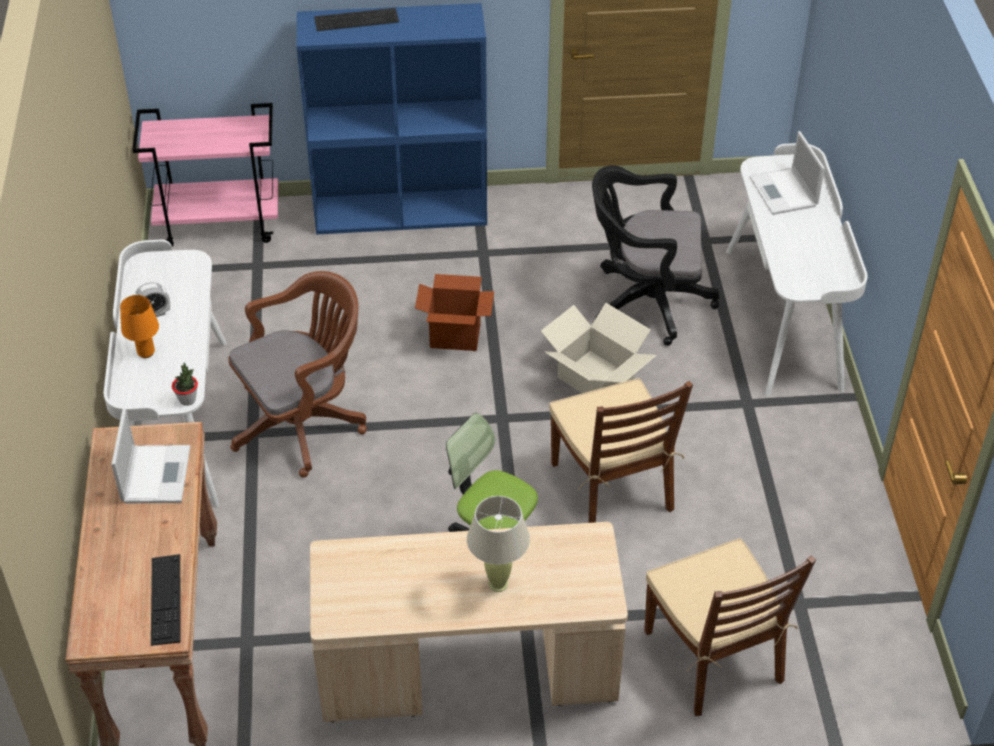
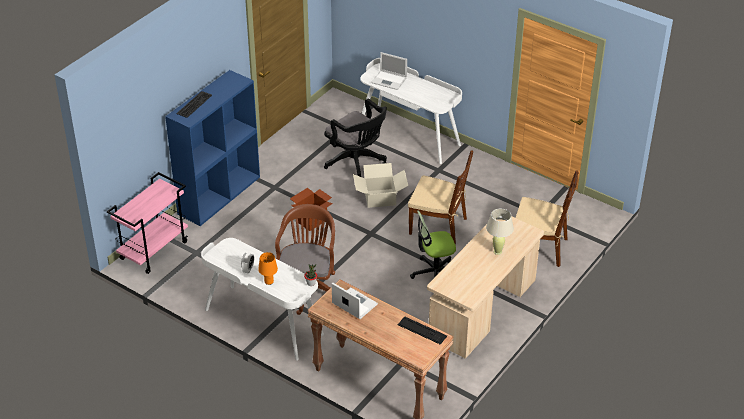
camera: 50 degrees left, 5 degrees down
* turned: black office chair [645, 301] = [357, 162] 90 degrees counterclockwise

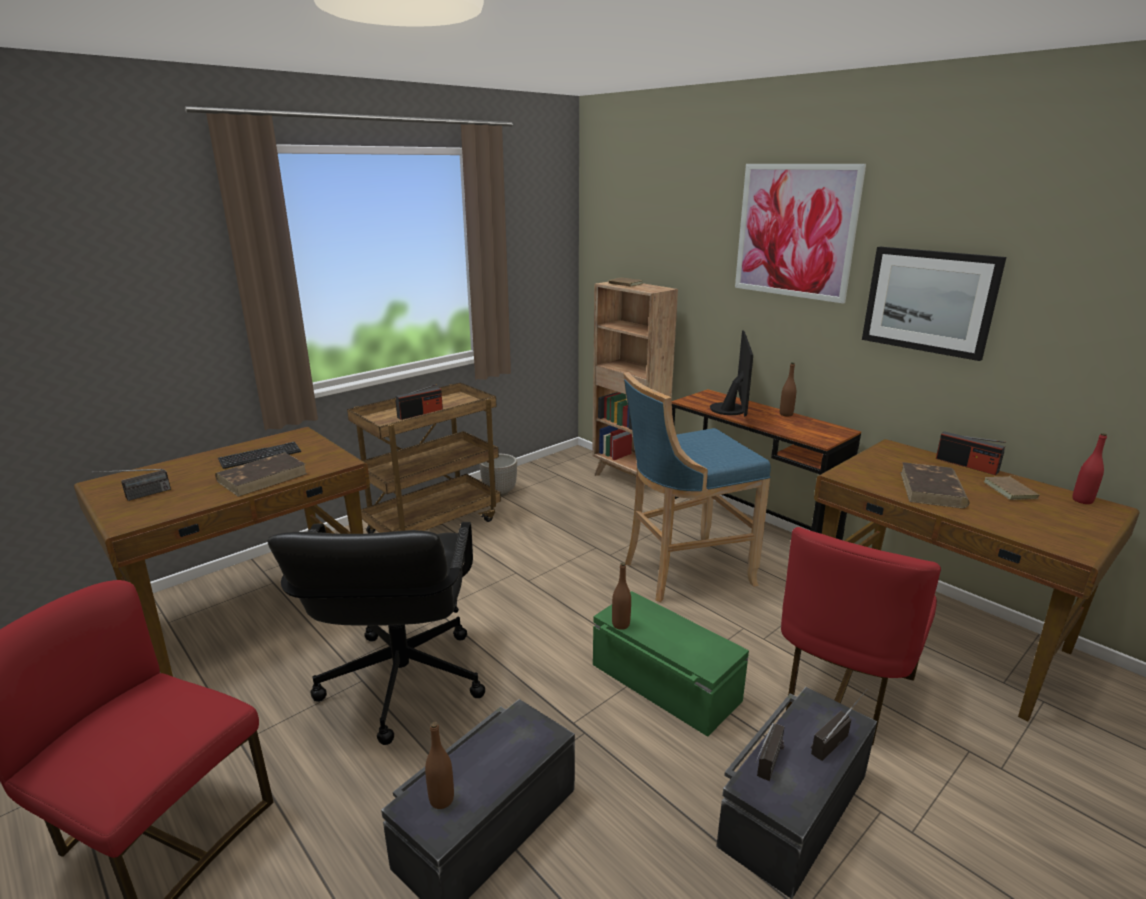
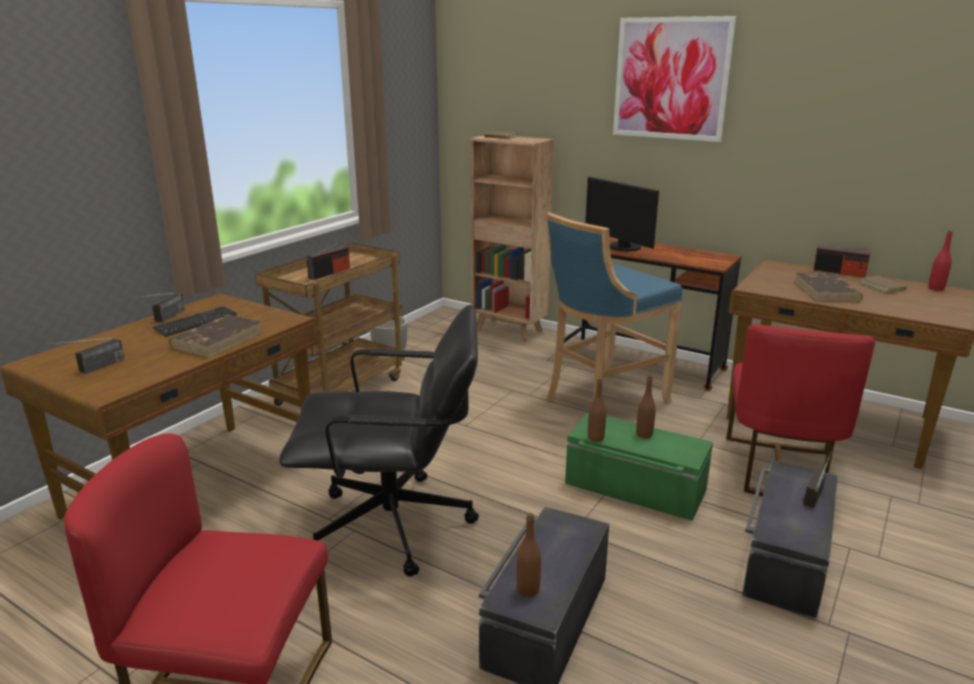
camera: 15 degrees left, 0 degrees up
* moved: radio [767, 771] to [165, 319]
* turned: black office chair [401, 682] = [394, 525] 75 degrees counterclockwise
* turned: monitor [731, 409] = [622, 247] 150 degrees clockwise
* moved: brown bottle [786, 414] to [644, 434]
* removed: picture [929, 301]

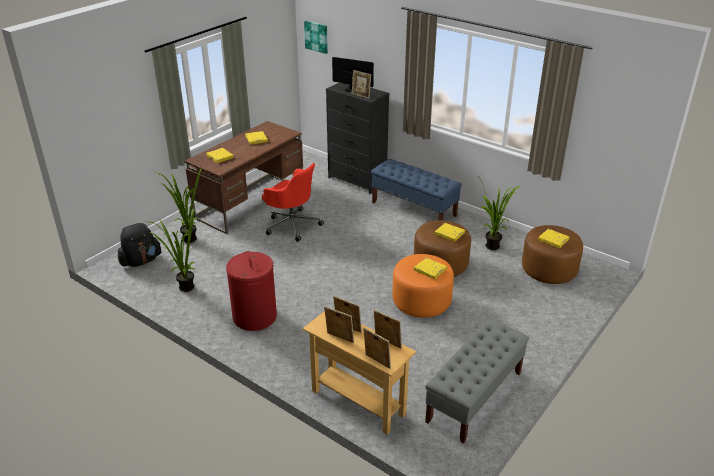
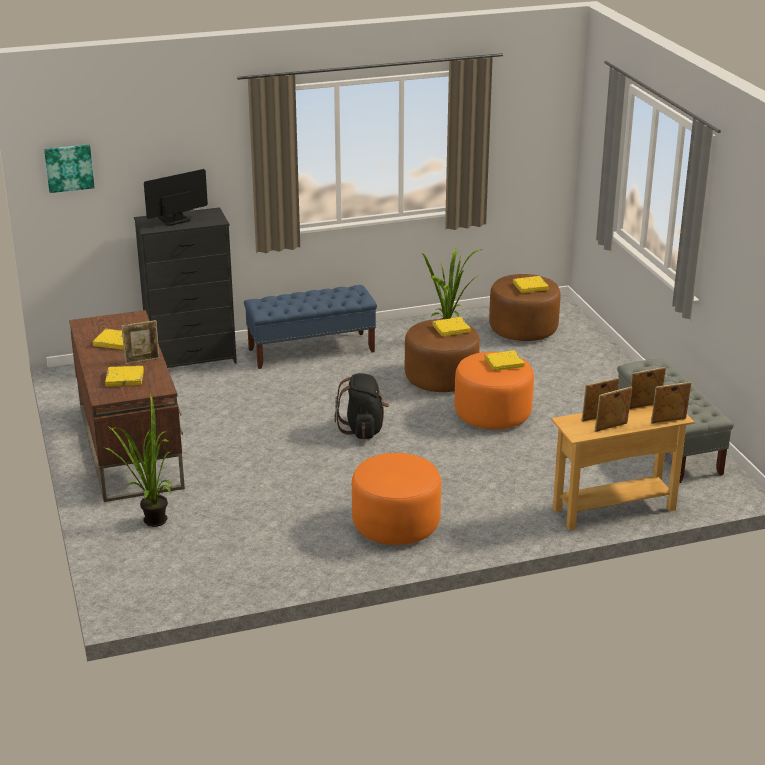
camera: 55 degrees left, 5 degrees down
* moved: picture frame [361, 96] to [142, 360]
* moved: black backpack [141, 261] to [363, 429]
* replaced: red laundry basket [255, 317] to orange ottoman [396, 524]
* removed: potted plant [183, 287]
* removed: red office chair [292, 224]

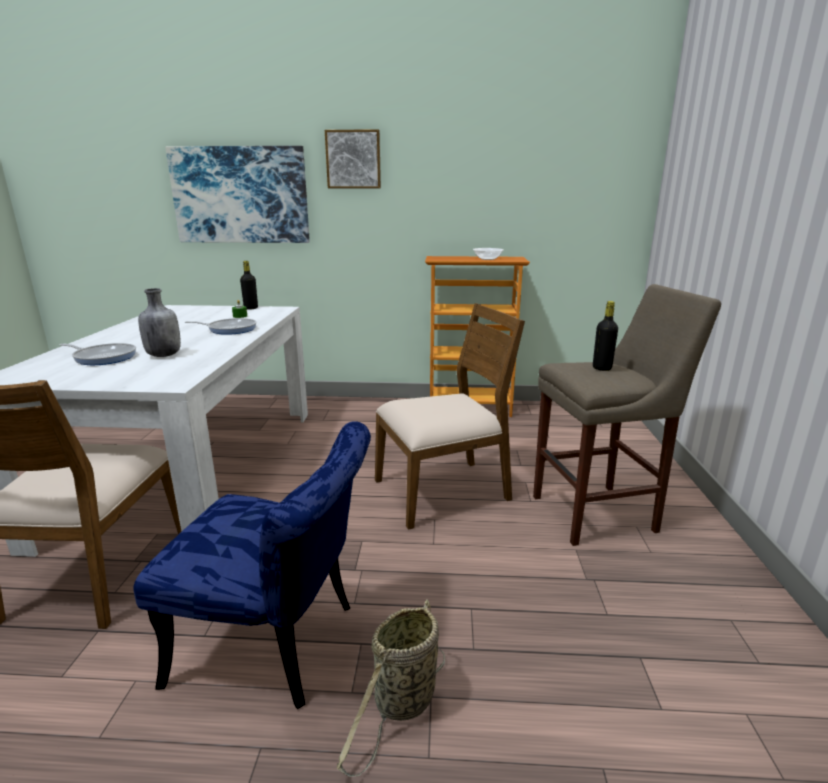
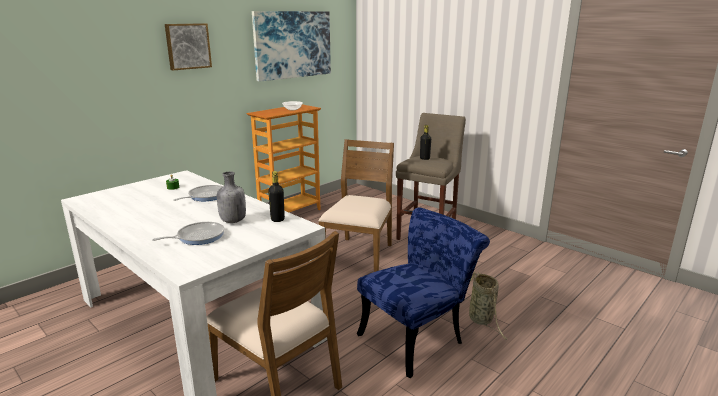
camera: 50 degrees left, 0 degrees up
* moved: picture [240, 195] to [293, 44]
* moved: black bottle [251, 308] to [277, 219]

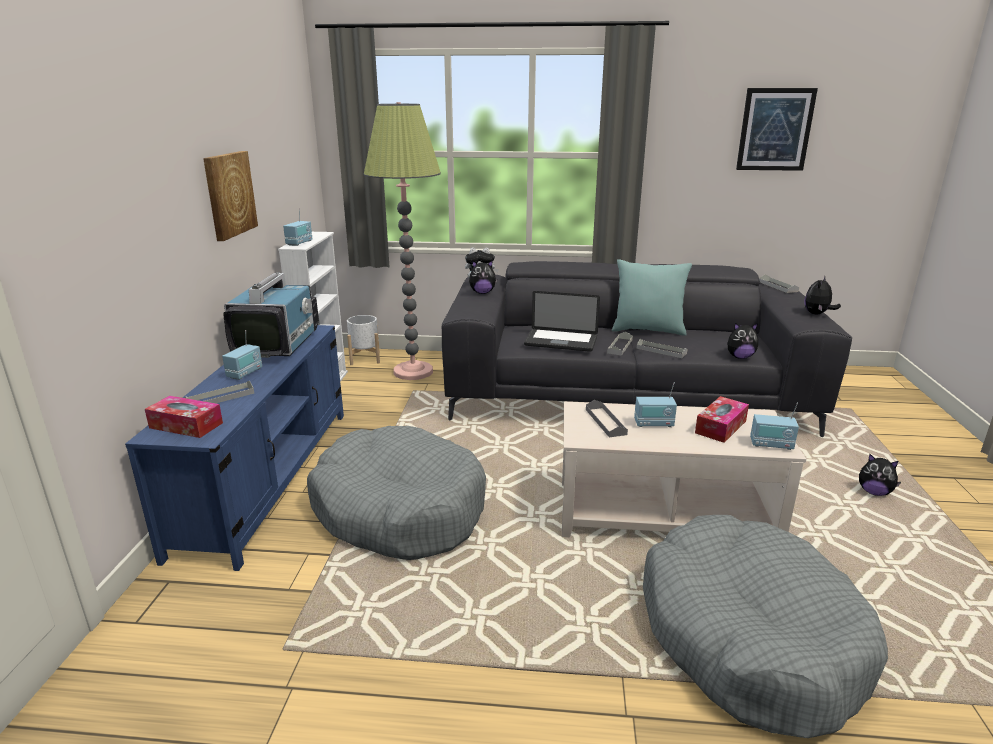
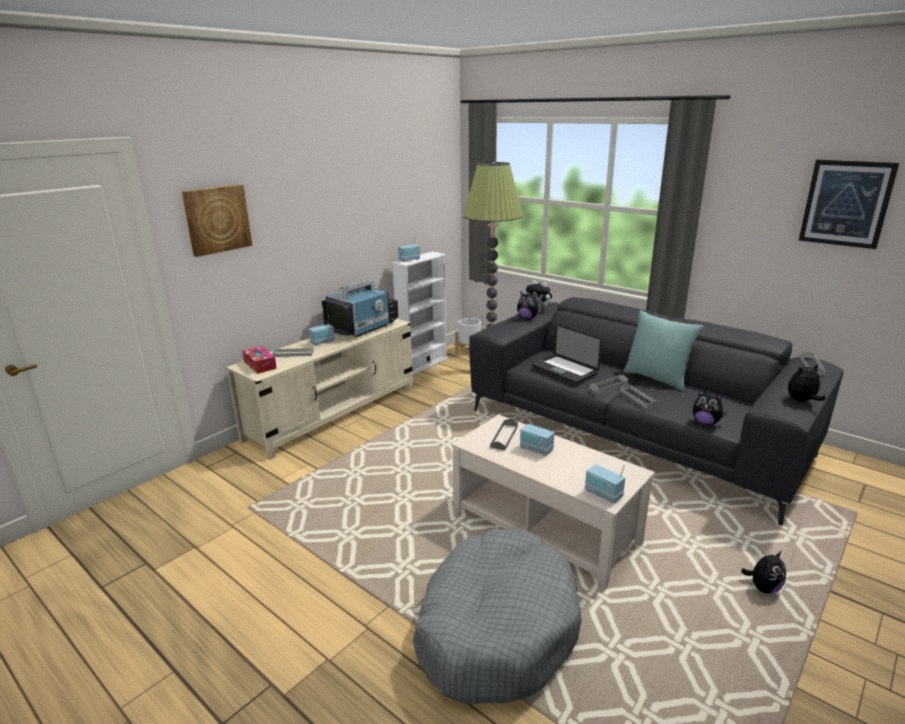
camera: 35 degrees right, 0 degrees up
* moved: picture [229, 194] to [217, 219]
* recoloured: blue tv stand [268, 476] to beige tv stand [334, 413]
* turned: plush toy [874, 492] = [763, 587] 105 degrees counterclockwise
* removed: grey dog bed [399, 509]
* removed: tissue box [720, 427]

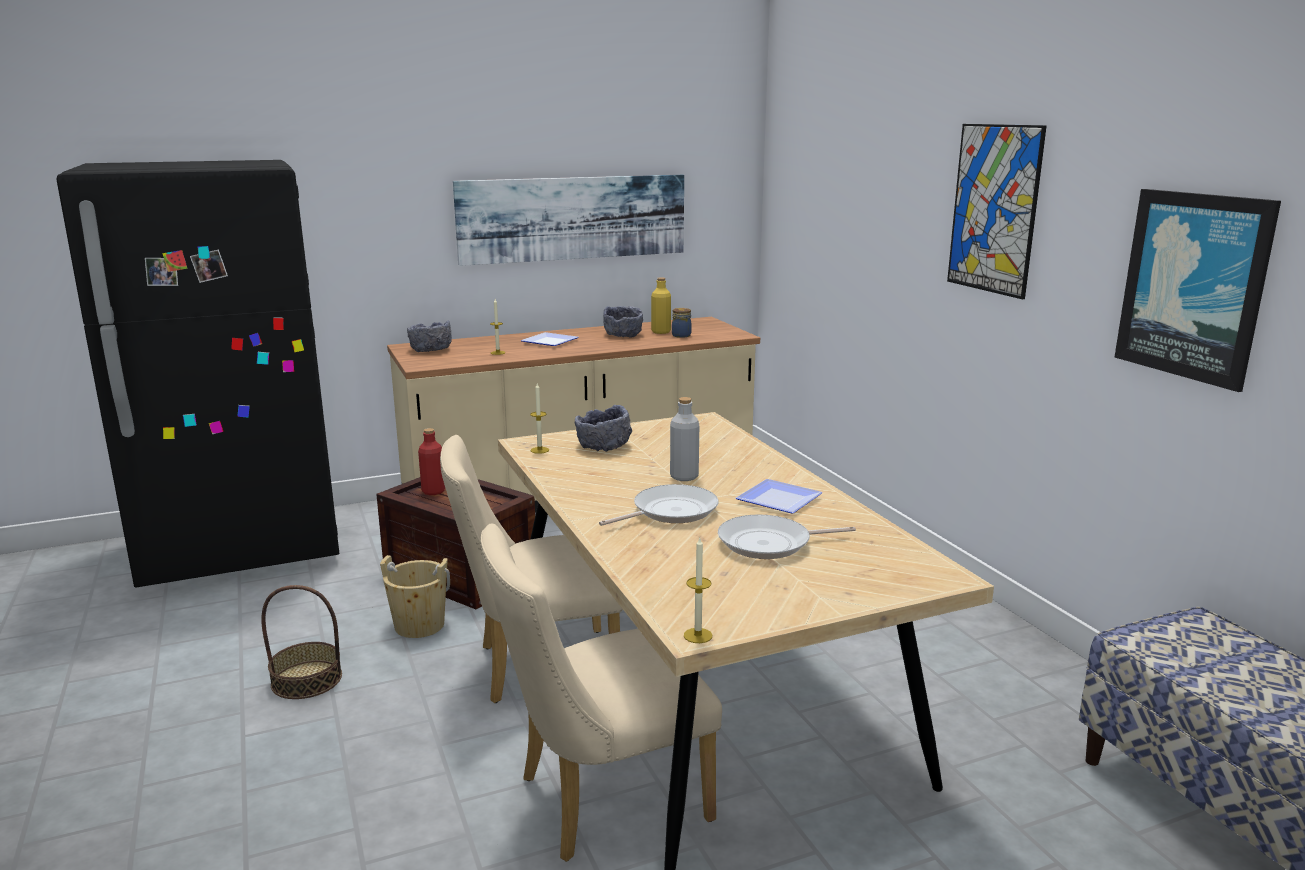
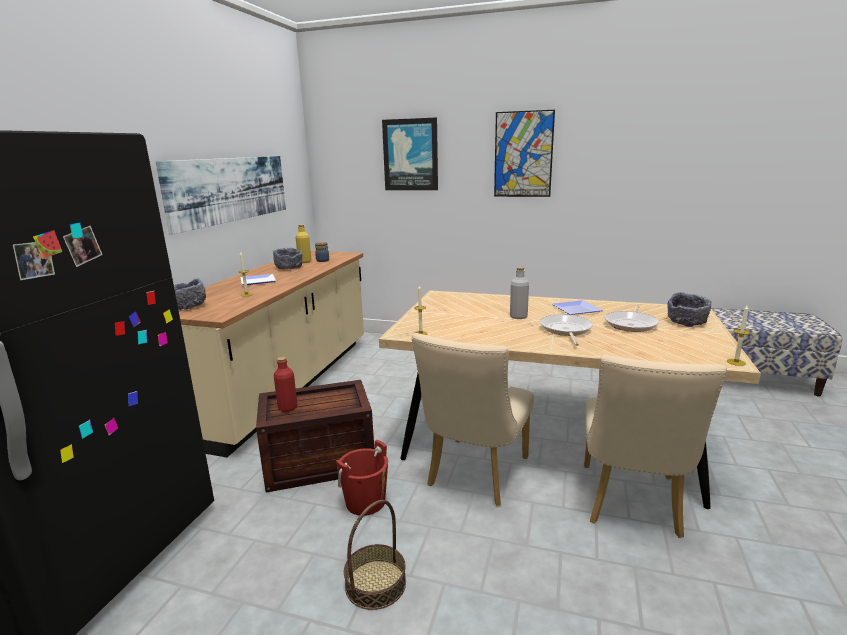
camera: 50 degrees left, 0 degrees up
* recoloured: beige bucket [419, 625] to red bucket [365, 502]
* moved: picture [1193, 286] to [410, 155]
* moved: grey bowl [603, 446] to [686, 322]

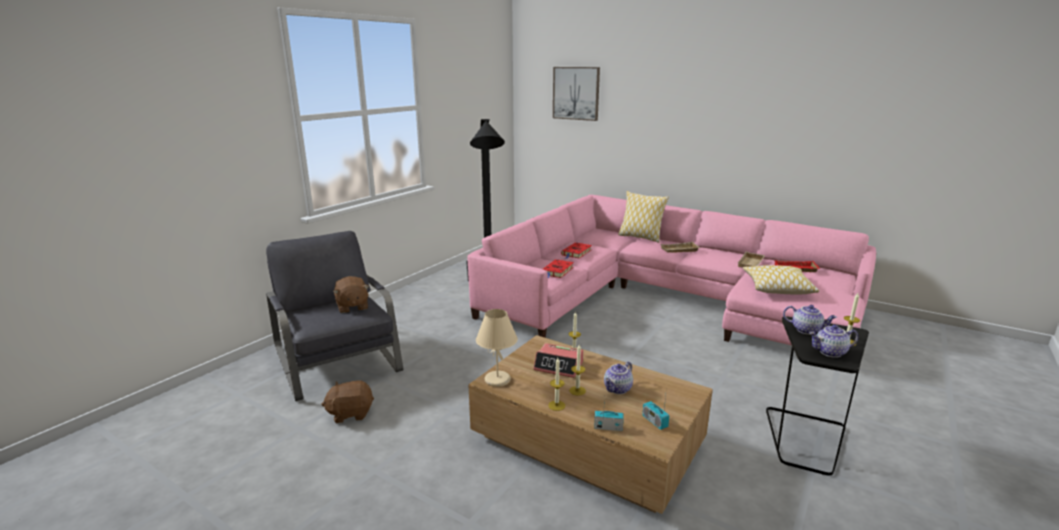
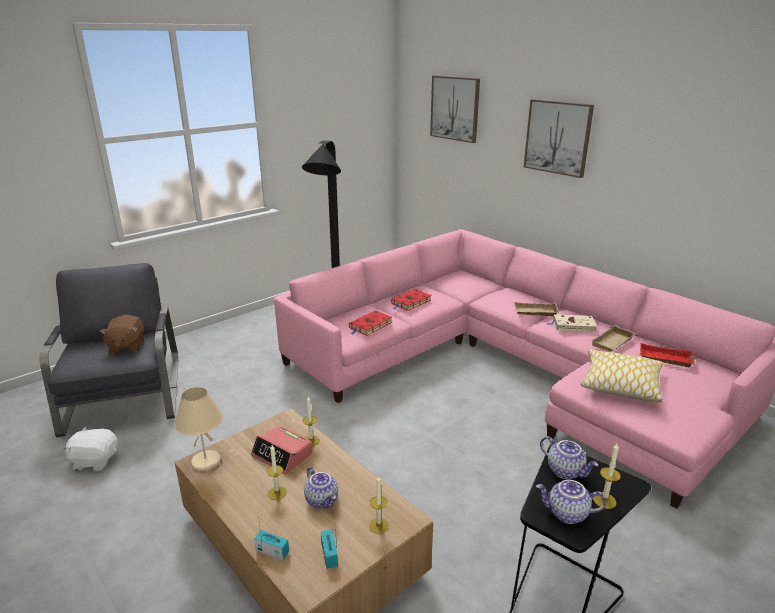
camera: 15 degrees right, 5 degrees up
* recoloured: brown plush toy [351, 413] to white plush toy [95, 461]
* turned: teapot [618, 389] = [322, 500] 90 degrees counterclockwise
* moved: candle [556, 405] to [378, 525]
* added: picture [558, 137]
* added: beige book [572, 326]
* removed: pillow [640, 237]

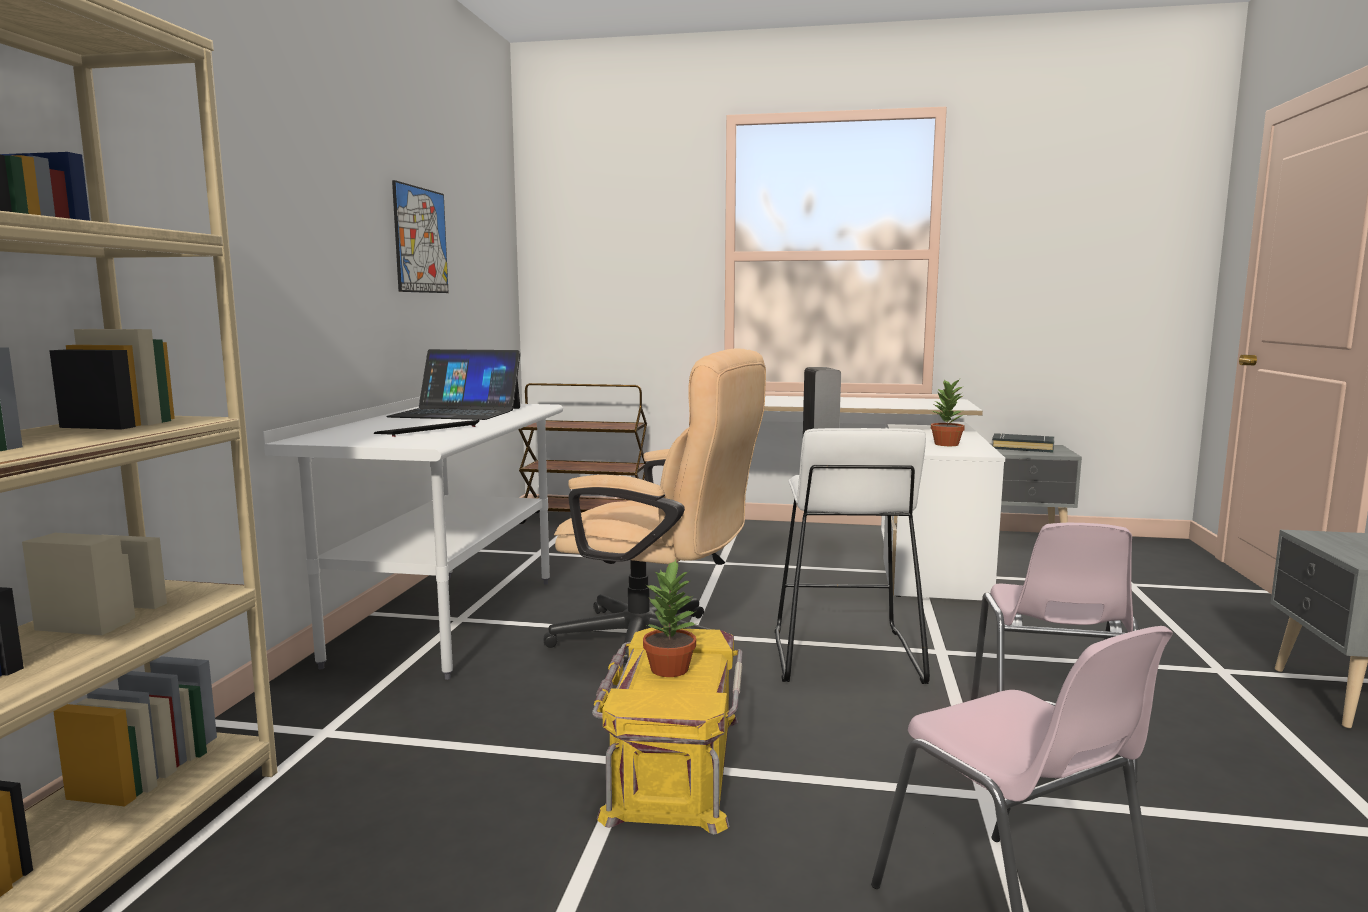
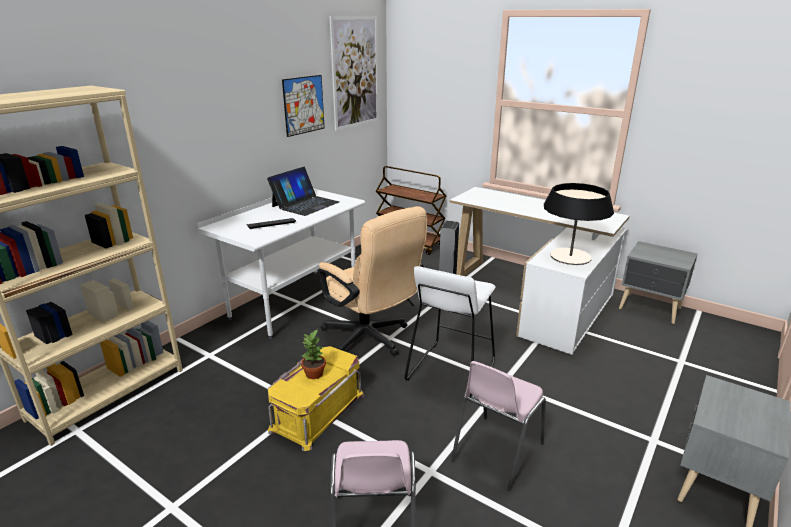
camera: 25 degrees right, 15 degrees up
* turned: laptop [457, 412] = [305, 204] 90 degrees counterclockwise
* added: picture [355, 72]
* replaced: potted plant [946, 444] to table lamp [570, 256]
* removed: black book [1022, 448]

